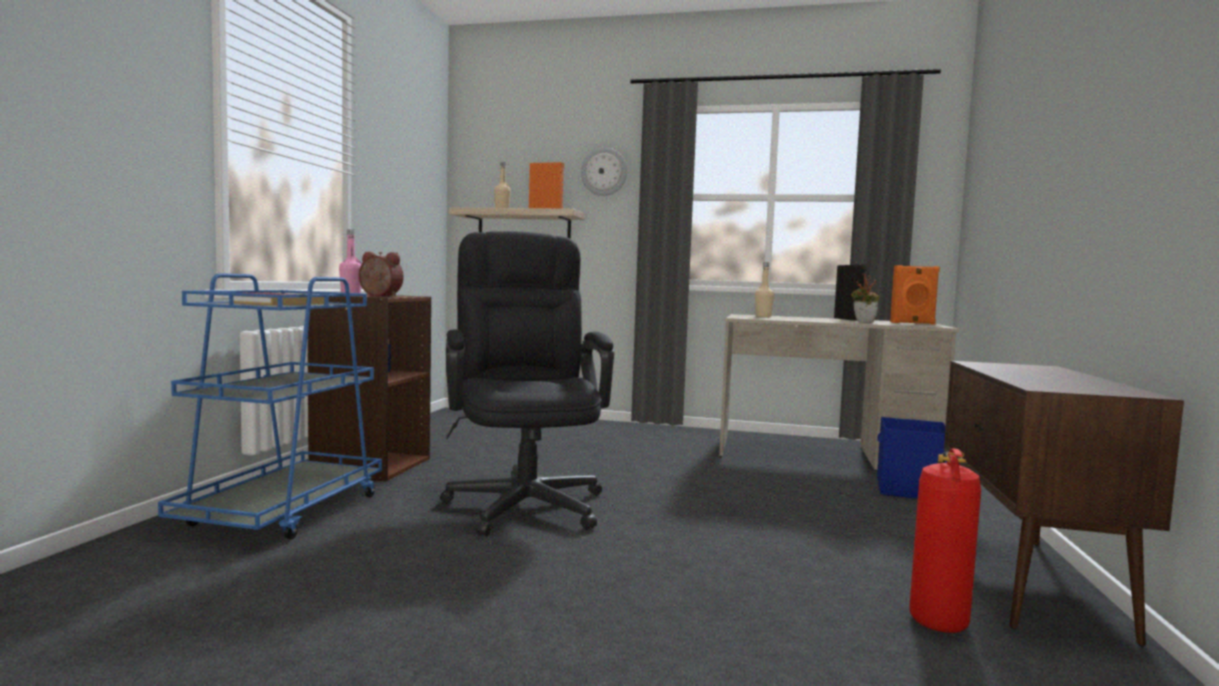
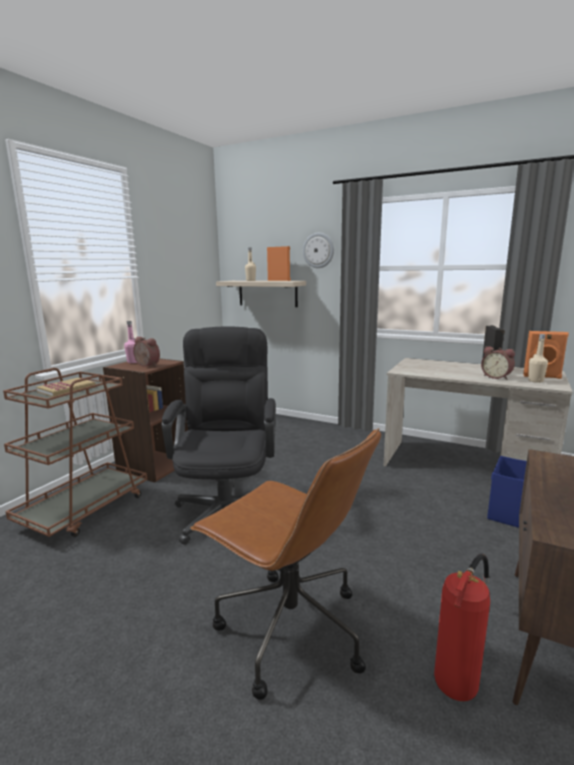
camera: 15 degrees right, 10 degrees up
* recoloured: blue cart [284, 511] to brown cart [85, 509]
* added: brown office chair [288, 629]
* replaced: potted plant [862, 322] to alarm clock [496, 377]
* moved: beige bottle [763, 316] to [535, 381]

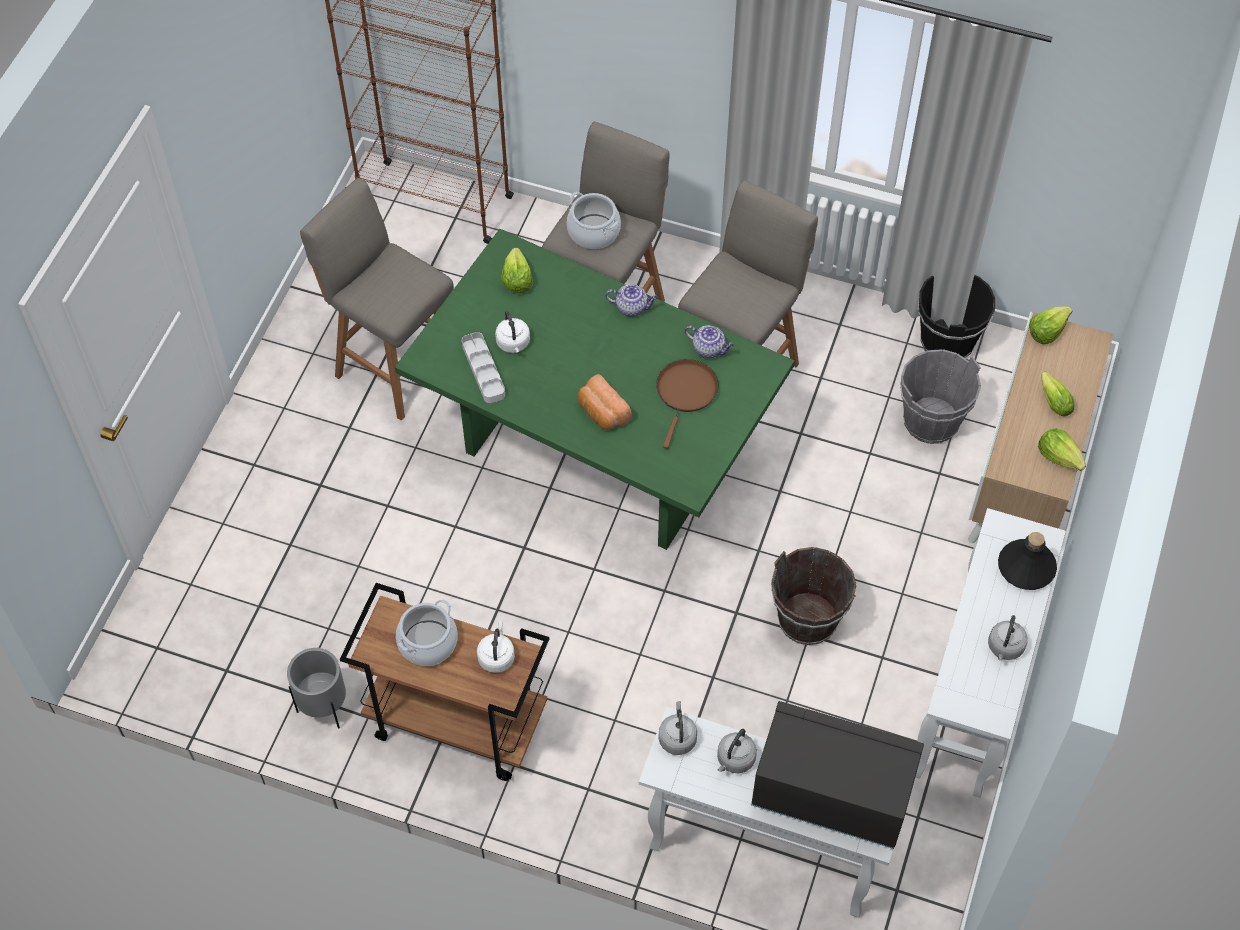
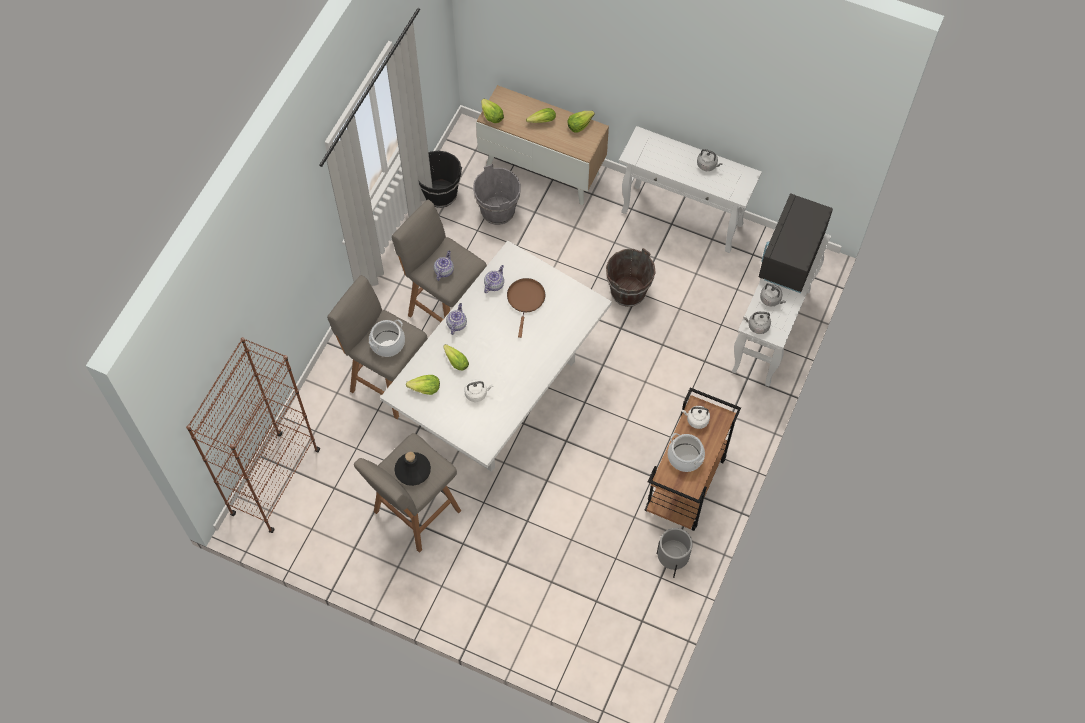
camera: 85 degrees left, 5 degrees up
* recoloured: green dining table [598, 452] to white dining table [500, 394]
* moved: black bottle [1025, 567] to [412, 470]
* added: teapot [444, 270]
* added: lettuce [455, 360]
* turned: brown frying pan [686, 393] = [526, 300] 75 degrees clockwise
* removed: grey tray [483, 370]
* removed: bread [602, 412]

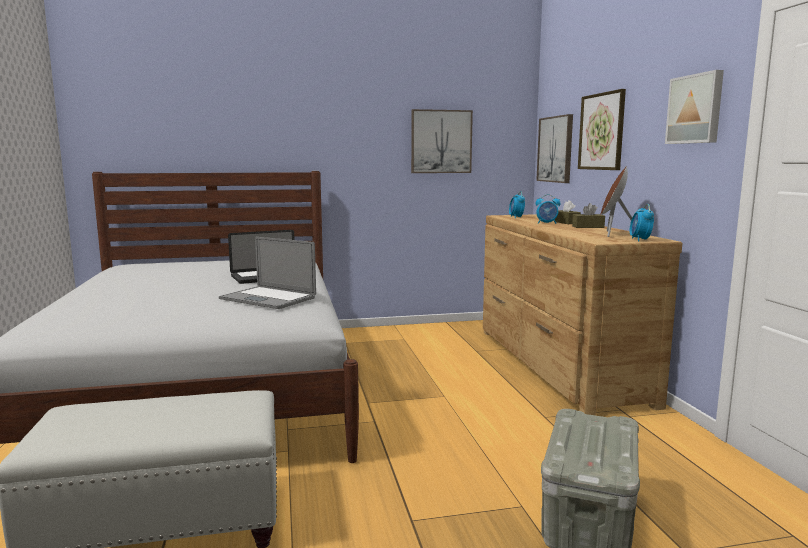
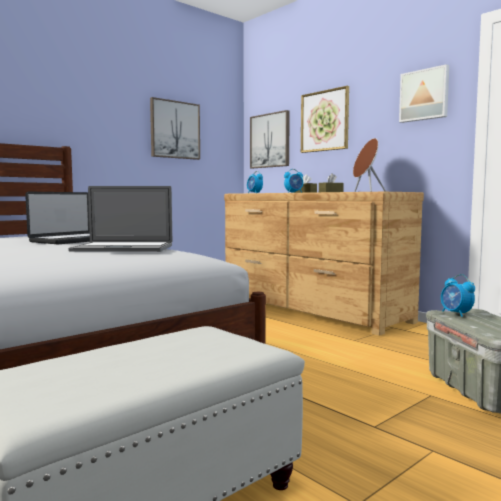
camera: 30 degrees left, 5 degrees down
* moved: alarm clock [640, 240] to [456, 314]

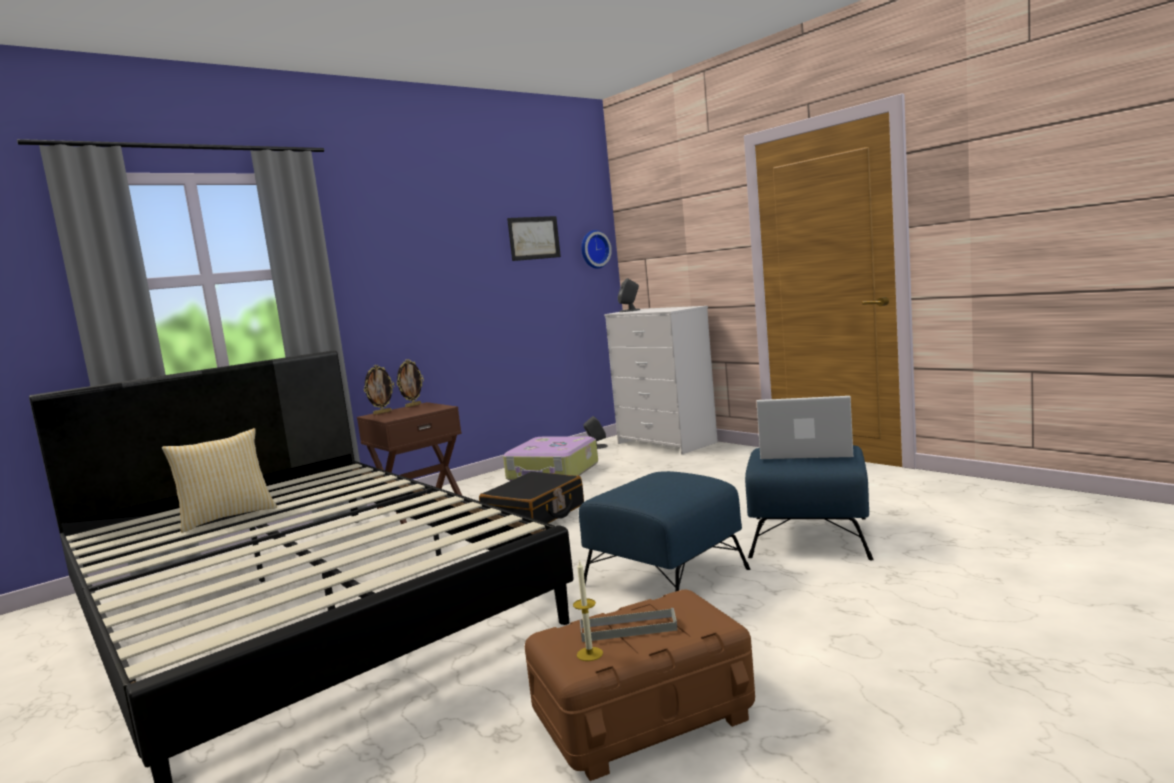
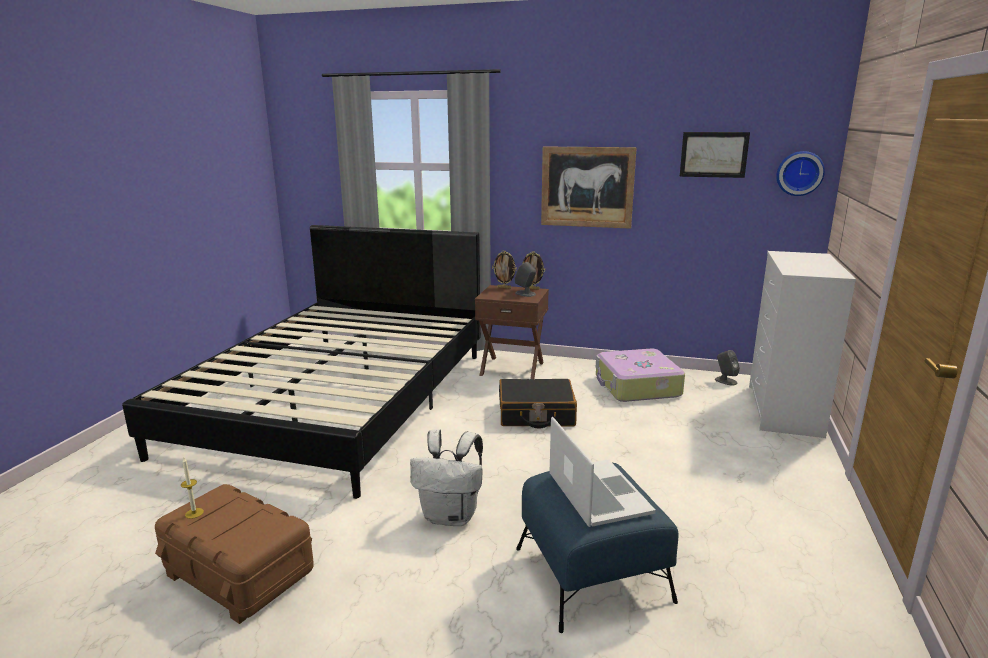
camera: 55 degrees right, 10 degrees up
* replaced: blue ottoman [666, 577] to white backpack [451, 516]
* moved: grey speaker [629, 310] to [525, 294]
* added: picture [587, 187]
* removed: pillow [227, 517]
* removed: grey tray [628, 629]

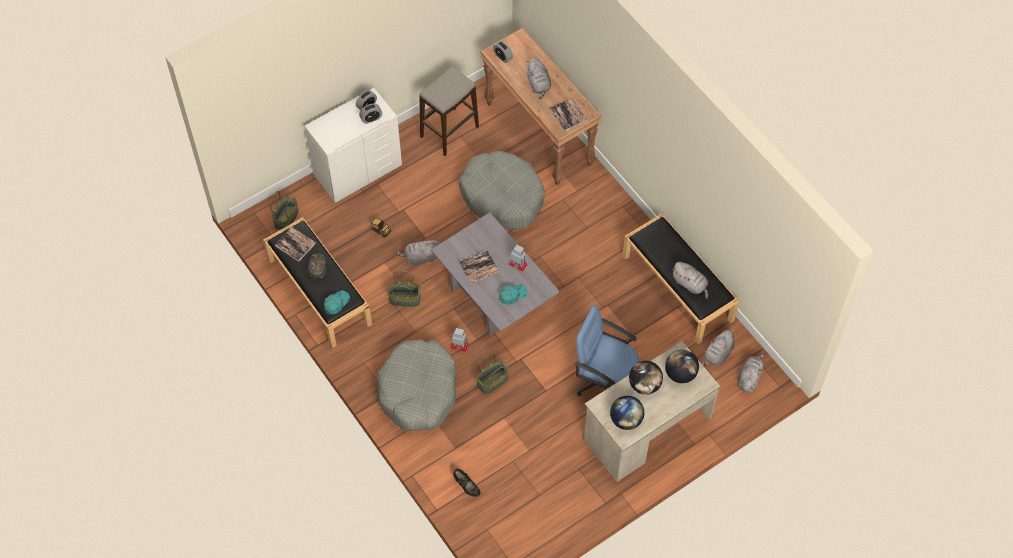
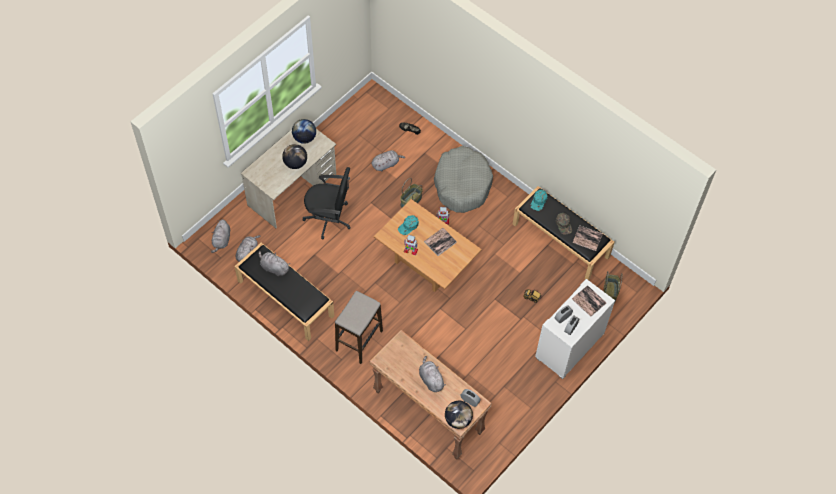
camera: 165 degrees right, 0 degrees up
* recoloured: blue office chair [605, 379] to black office chair [329, 218]
* moved: stool [449, 132] to [359, 341]
* moved: grey plush toy [421, 257] to [386, 164]
* recoloured: grey coffee table [495, 296] to brown coffee table [426, 263]
* moved: globe [680, 373] to [458, 420]
* moved: book [568, 115] to [588, 301]
* removed: basket [405, 298]
* removed: grey dog bed [502, 196]

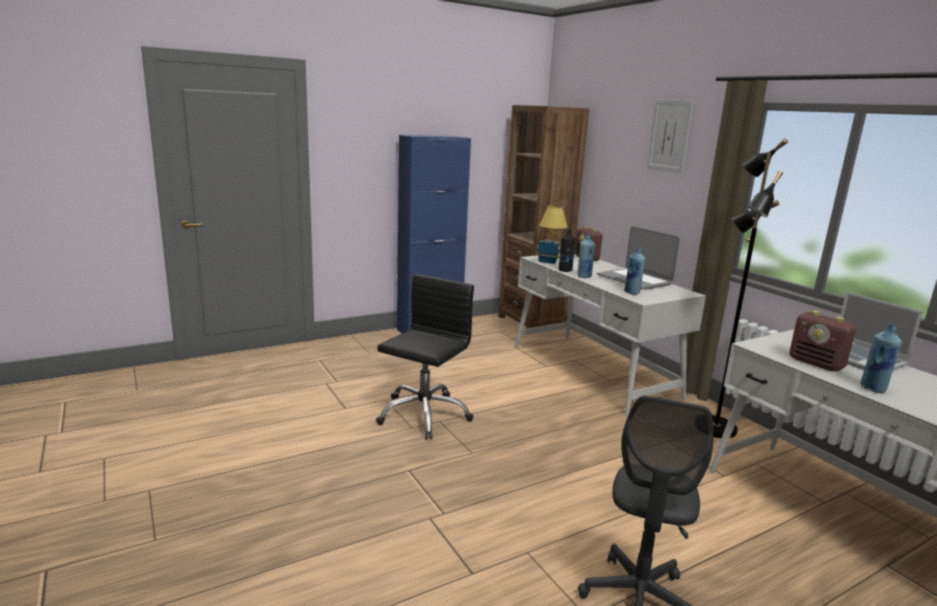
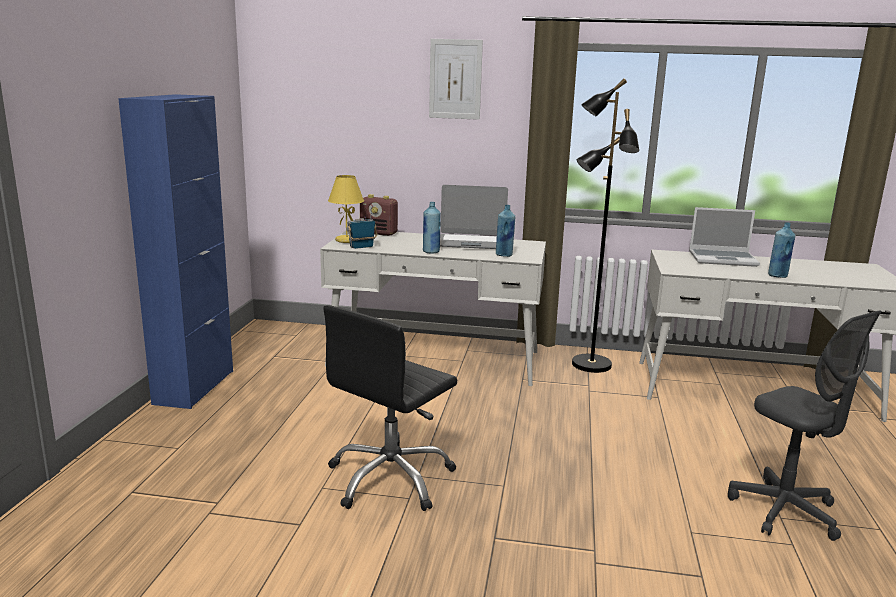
camera: 50 degrees left, 0 degrees up
* turned: black office chair [423, 414] = [391, 479] 120 degrees counterclockwise
* removed: brown bookcase [532, 322]
* removed: black bottle [565, 270]
* removed: radio [816, 363]

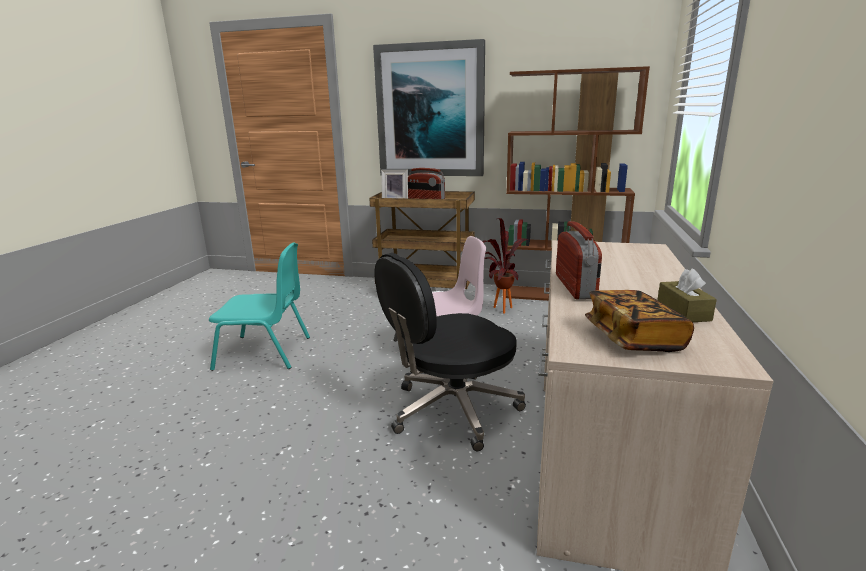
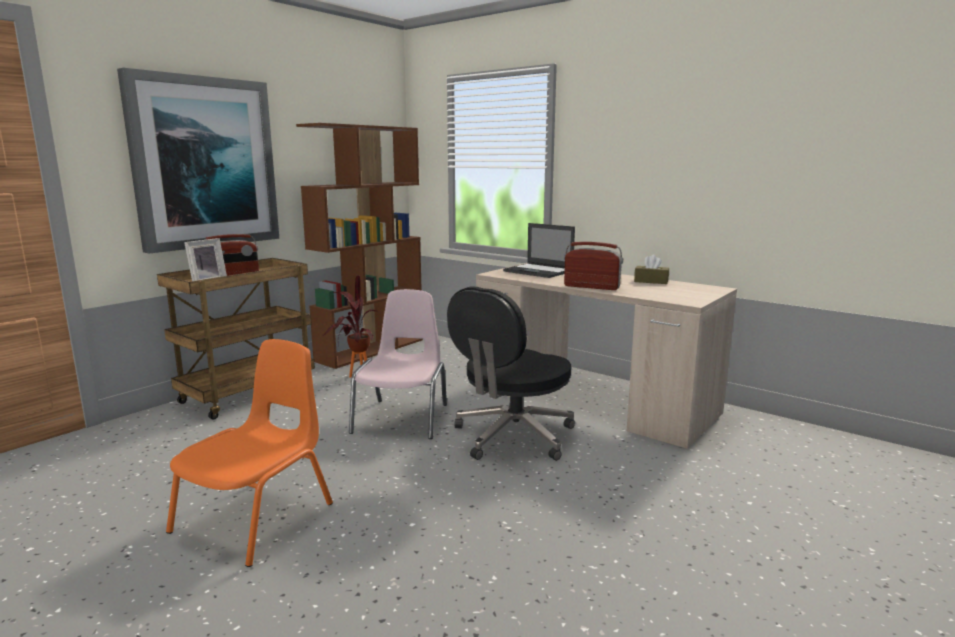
camera: 65 degrees left, 5 degrees down
* recoloured: turquoise chair [265, 353] to orange chair [257, 517]
* turned: black office chair [451, 410] = [512, 436] 45 degrees clockwise
* added: laptop [539, 271]
* removed: book [633, 338]

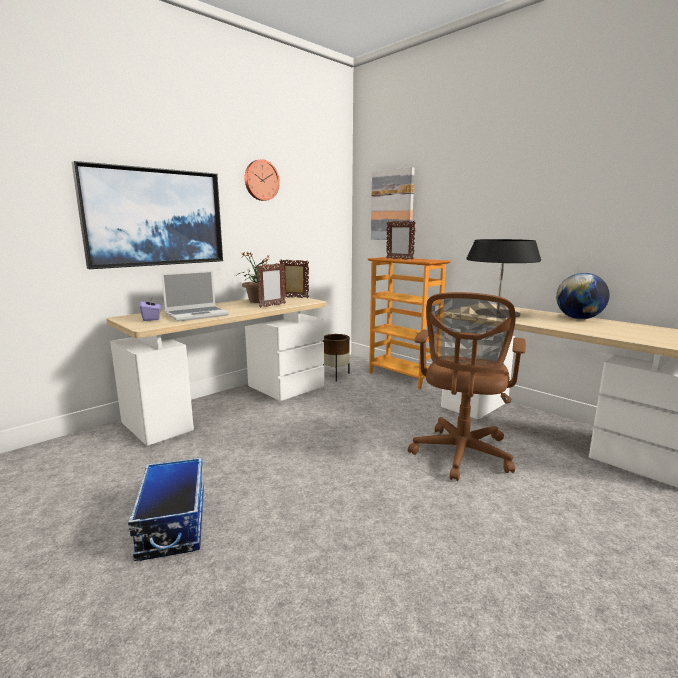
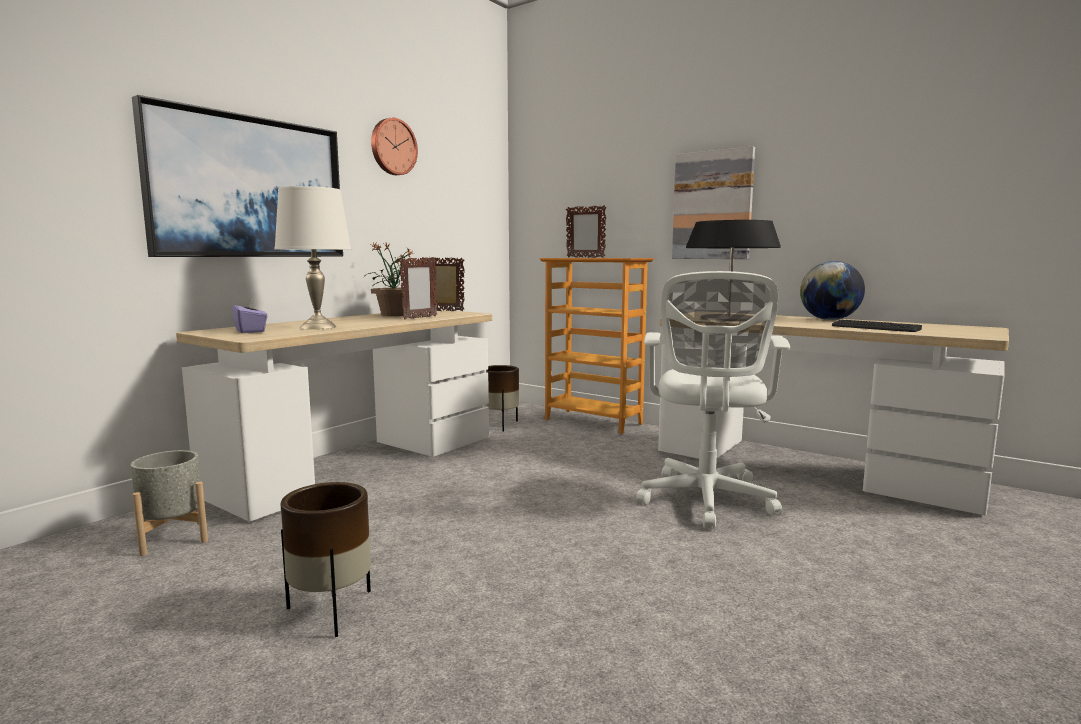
camera: 10 degrees left, 5 degrees down
* added: grey planter [172, 538]
* replaced: laptop [197, 315] to white table lamp [318, 327]
* replaced: storage box [172, 523] to brown planter [331, 611]
* recoloured: brown office chair [460, 455] to white office chair [706, 501]
* moved: picture [392, 205] to [712, 205]
* added: keyboard [875, 327]

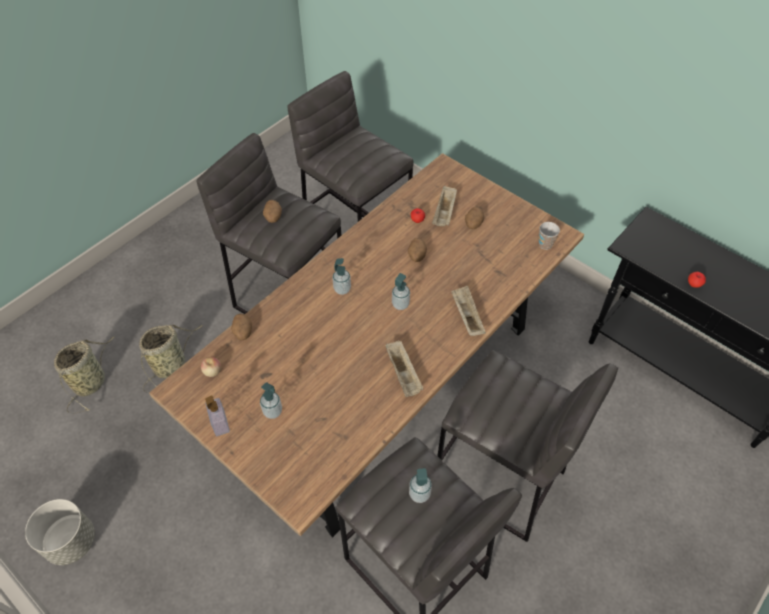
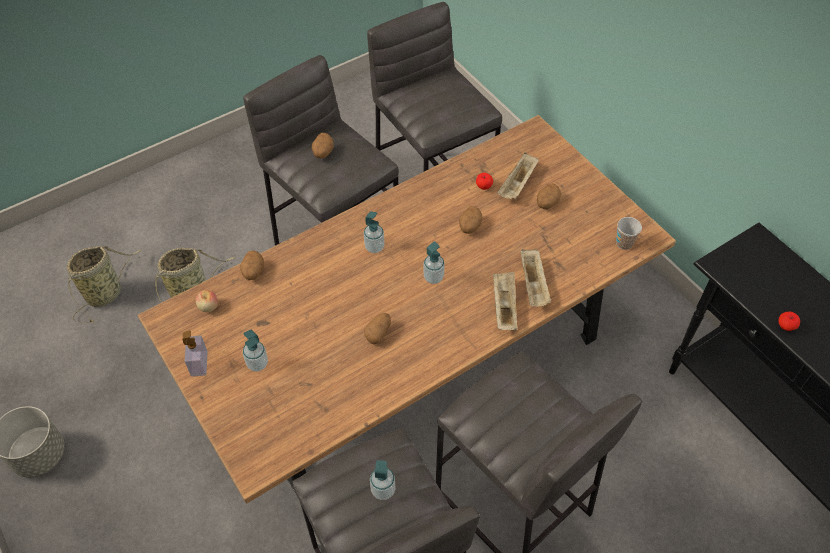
camera: 15 degrees right, 0 degrees up
* added: potato [378, 333]
* moved: beige tray [404, 374] to [533, 285]

